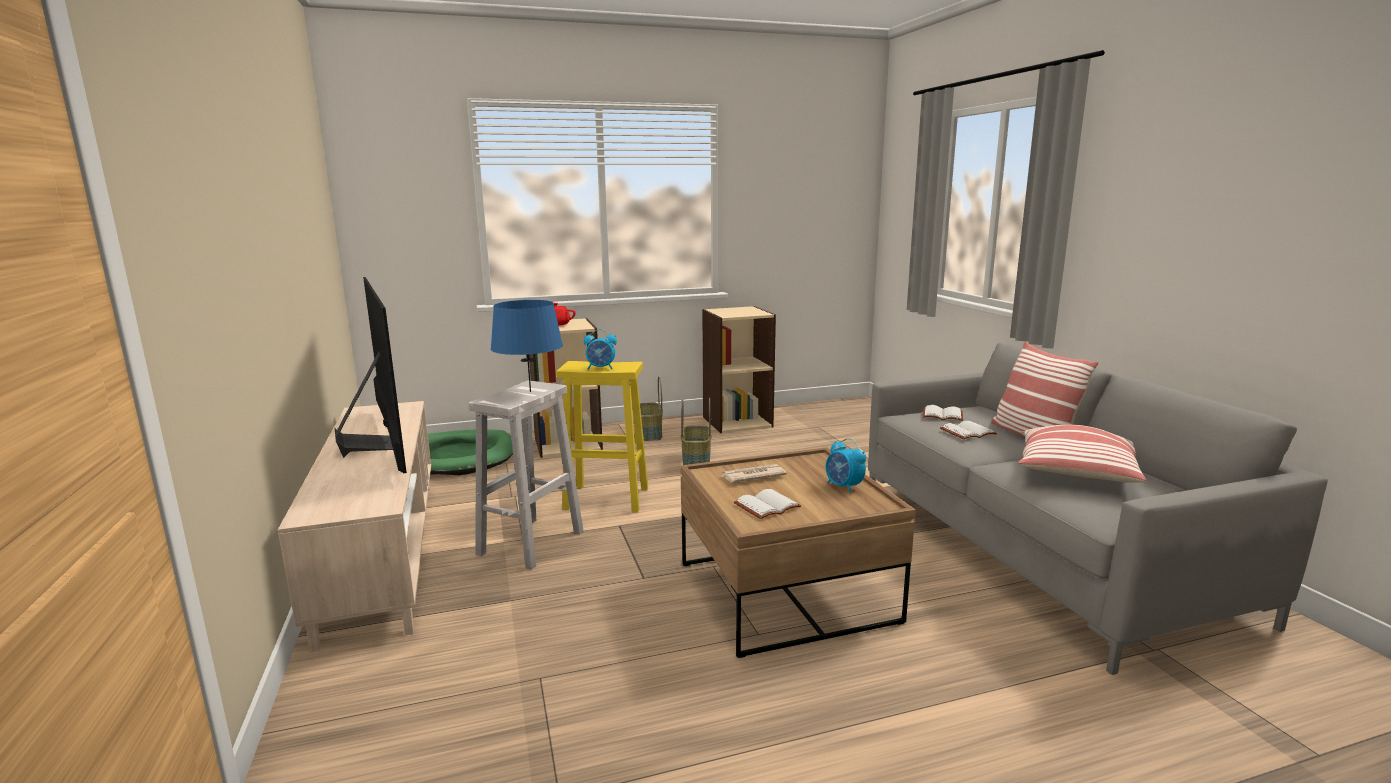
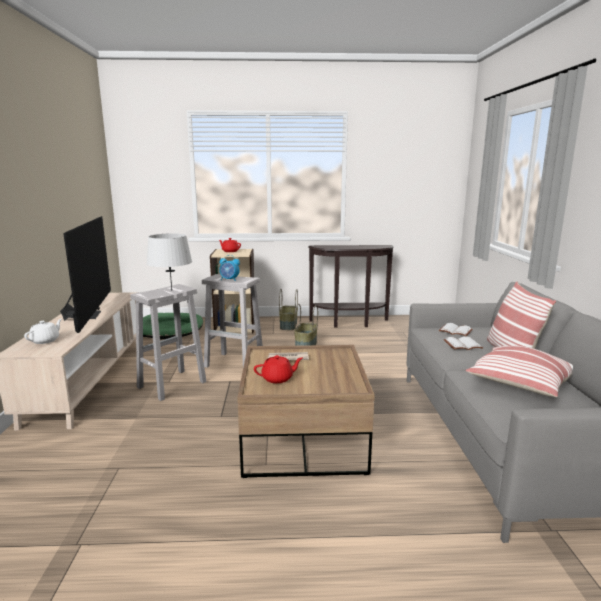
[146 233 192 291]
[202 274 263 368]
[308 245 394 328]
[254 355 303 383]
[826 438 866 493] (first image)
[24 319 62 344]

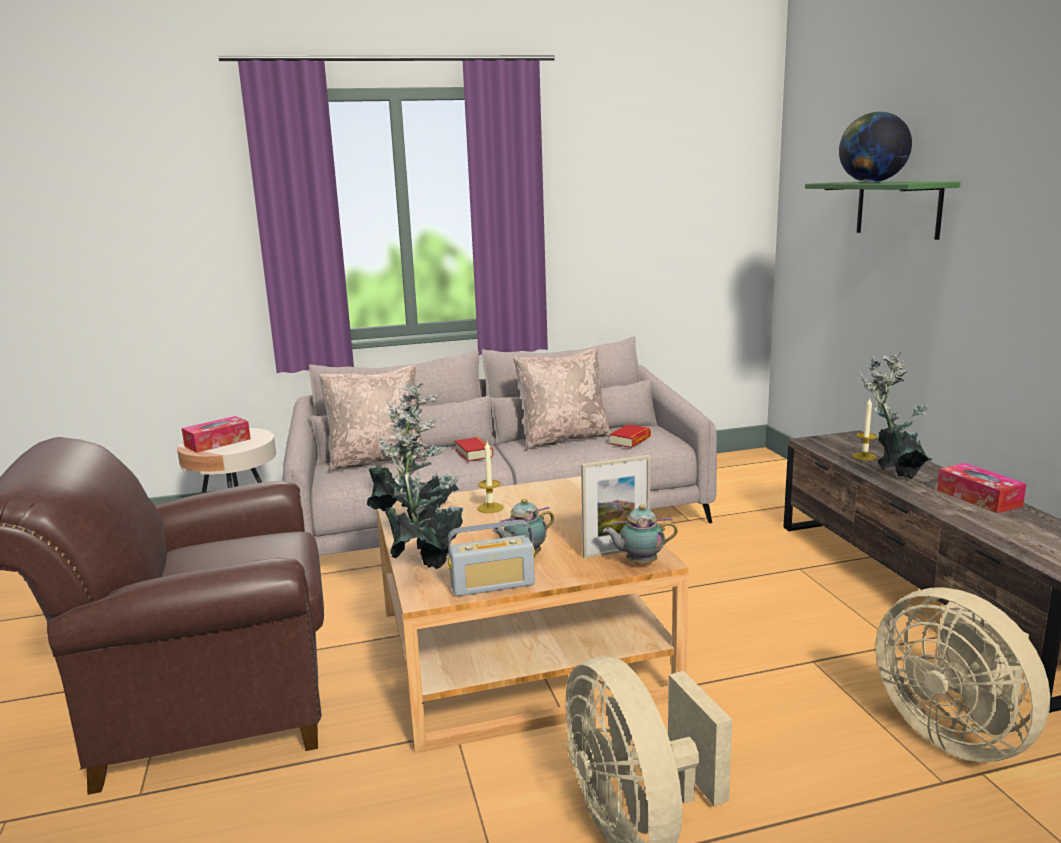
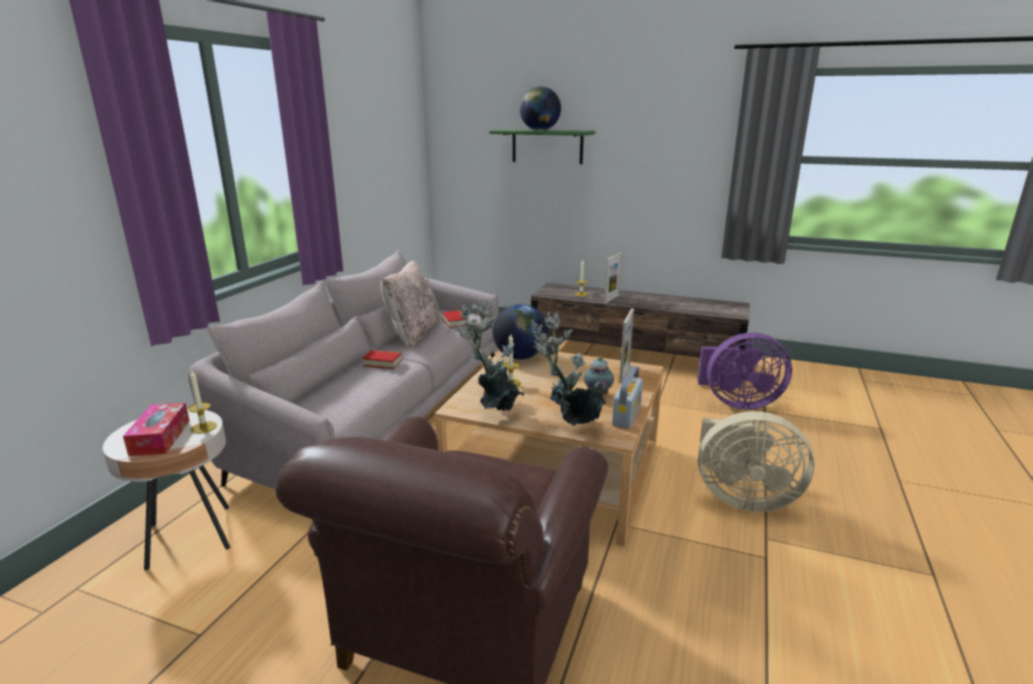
[319 365 427 472] (first image)
[603 505 678 564] (first image)
[604 253 622 303]
[697 332 792 410]
[937 463 1026 513] (first image)
[188 369 217 434]
[493 304 548 360]

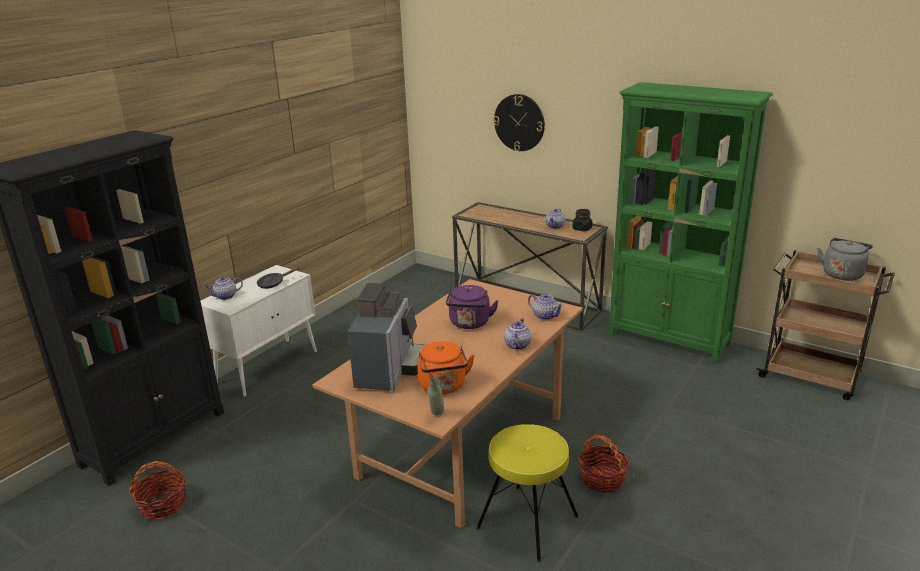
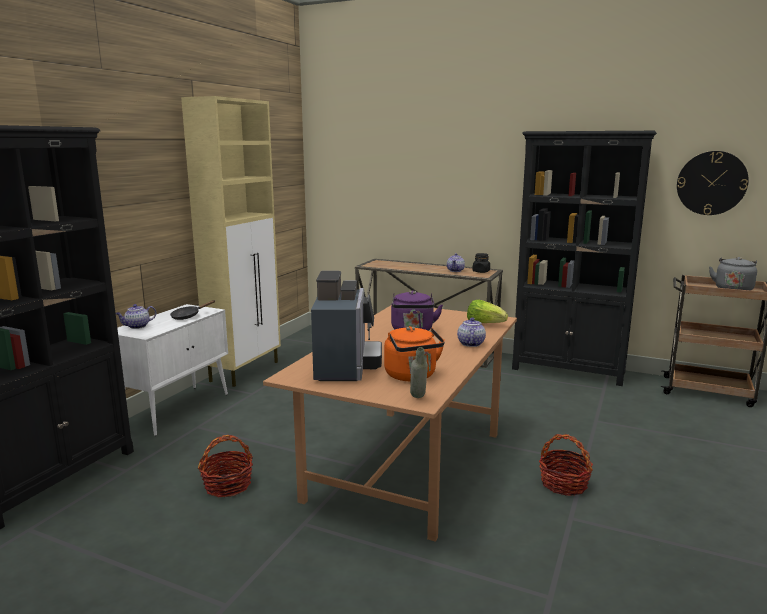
[198 435 253 497]
[476 424 579 562] (first image)
[677 151 749 215]
[467 300 508 323]
[512 131 657 386]
[181 96 281 387]

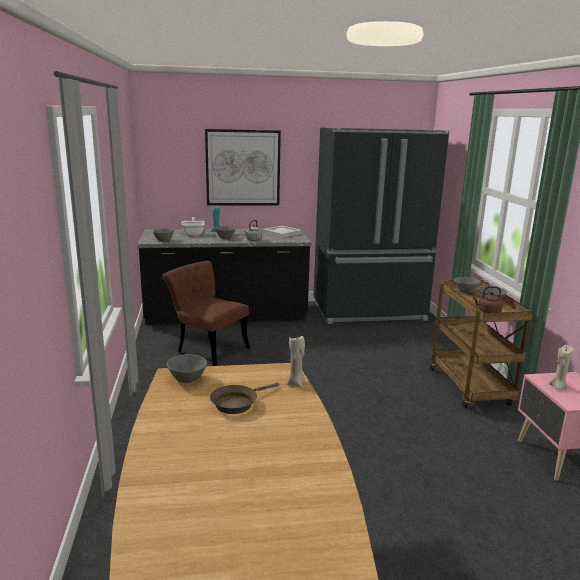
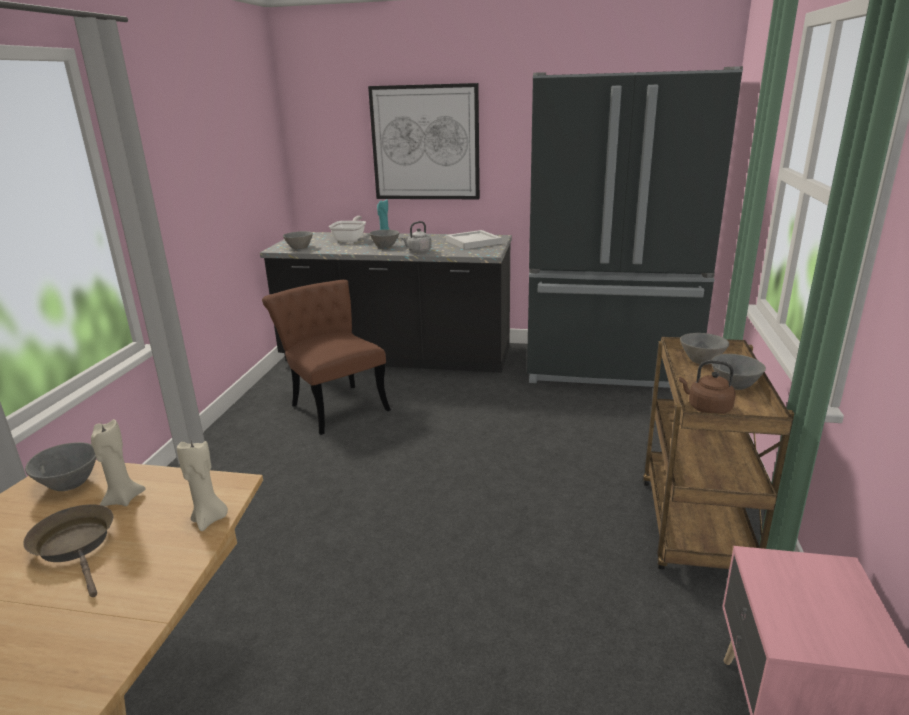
[23 504 113 597]
[91 419 145 506]

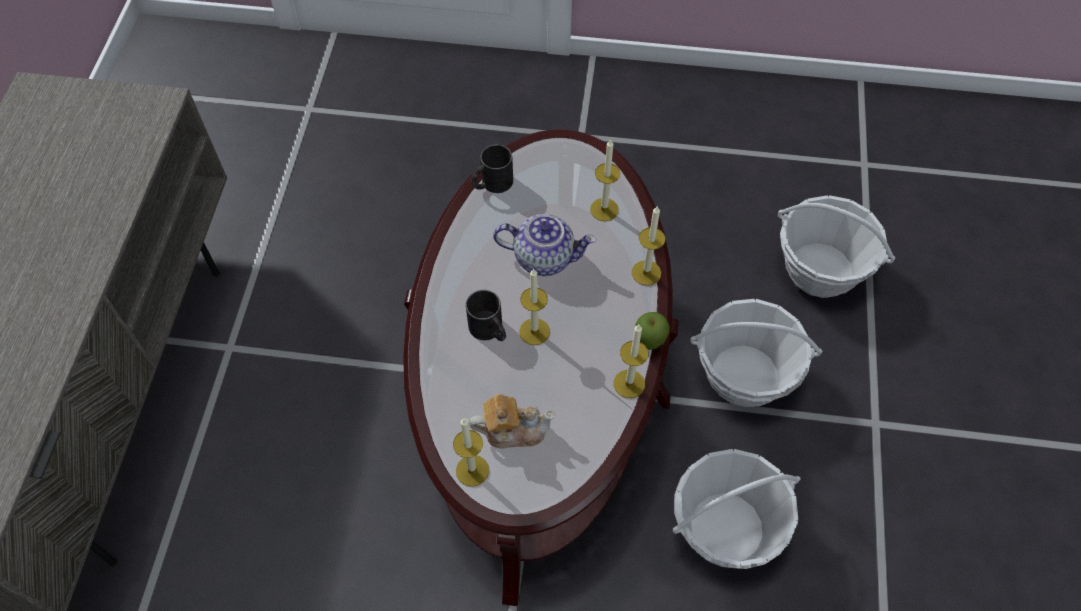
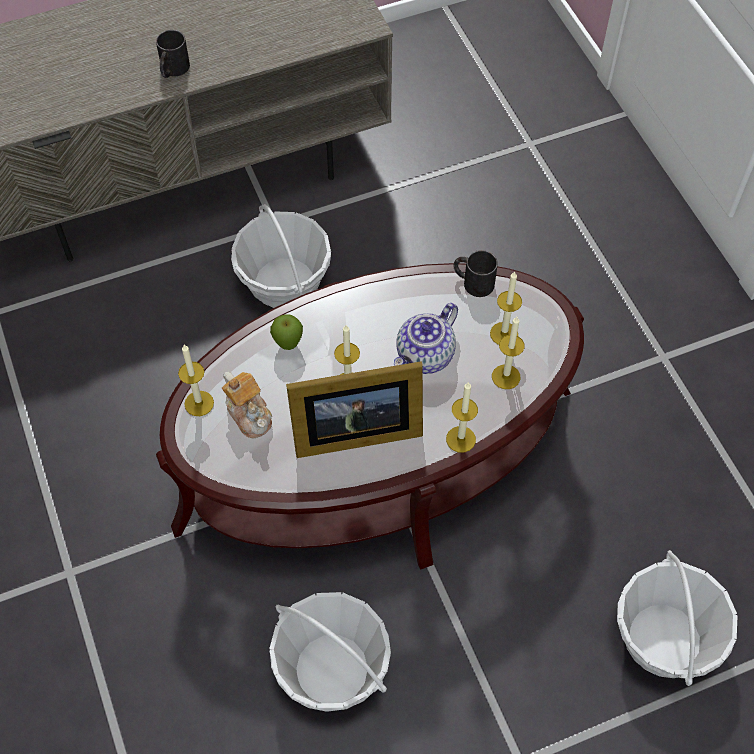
[156 30 190 78]
[394 303 458 374]
[490 271 522 345]
[270 314 303 350]
[231 204 331 308]
[286 361 423 458]

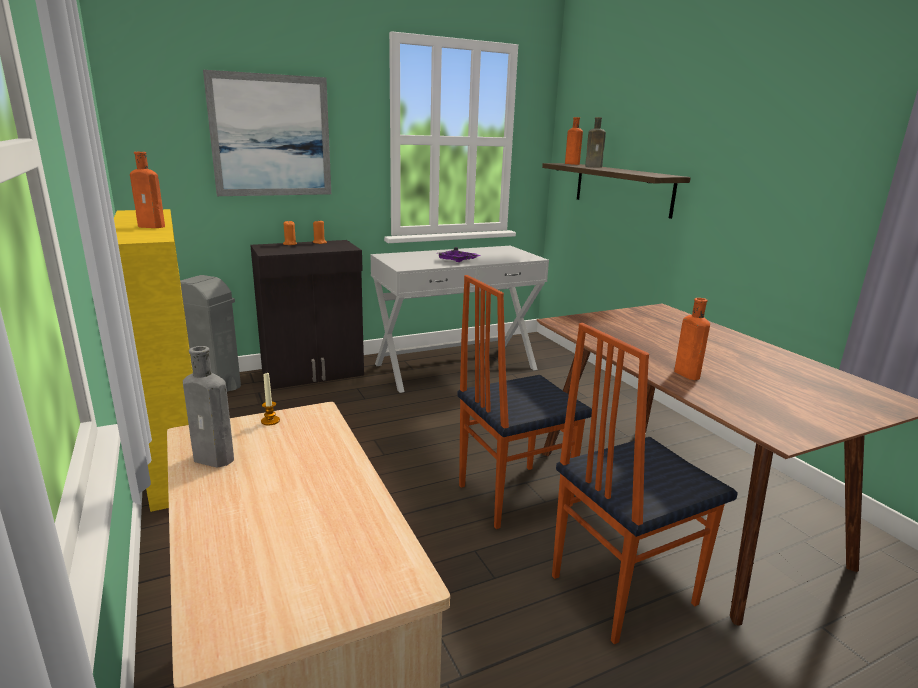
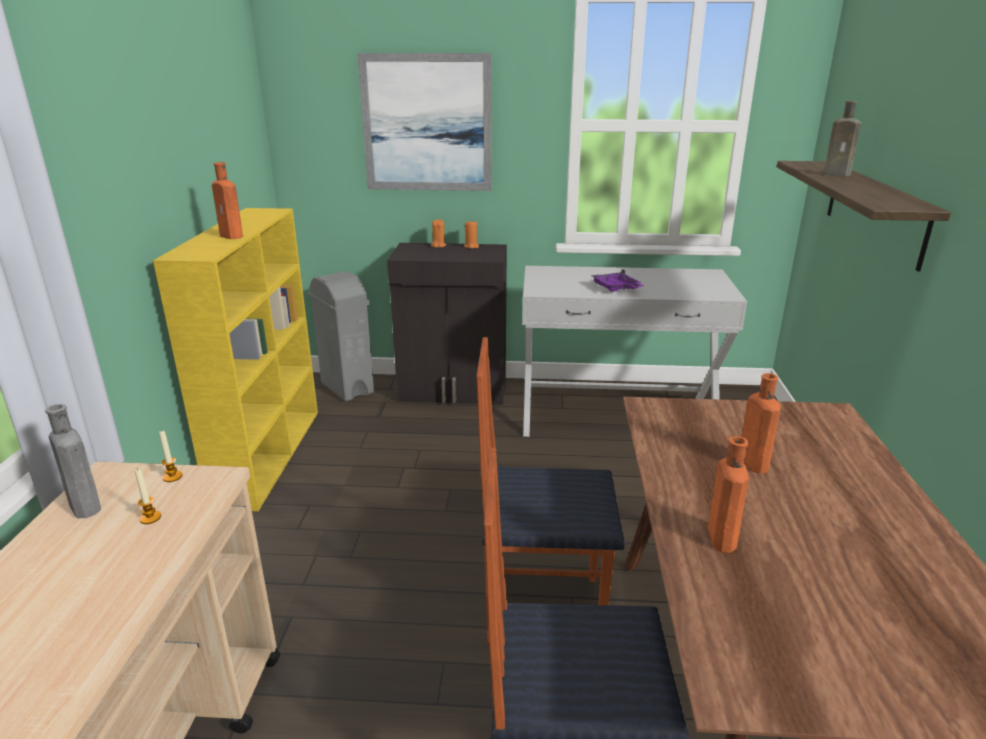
[741 373 781 474]
[135 468 161 524]

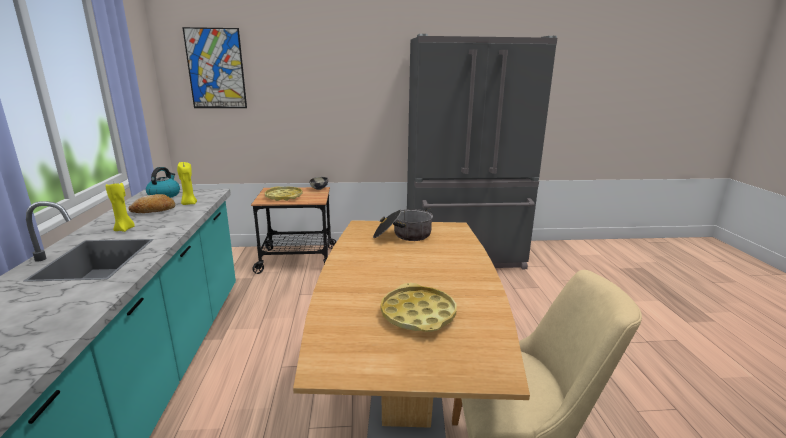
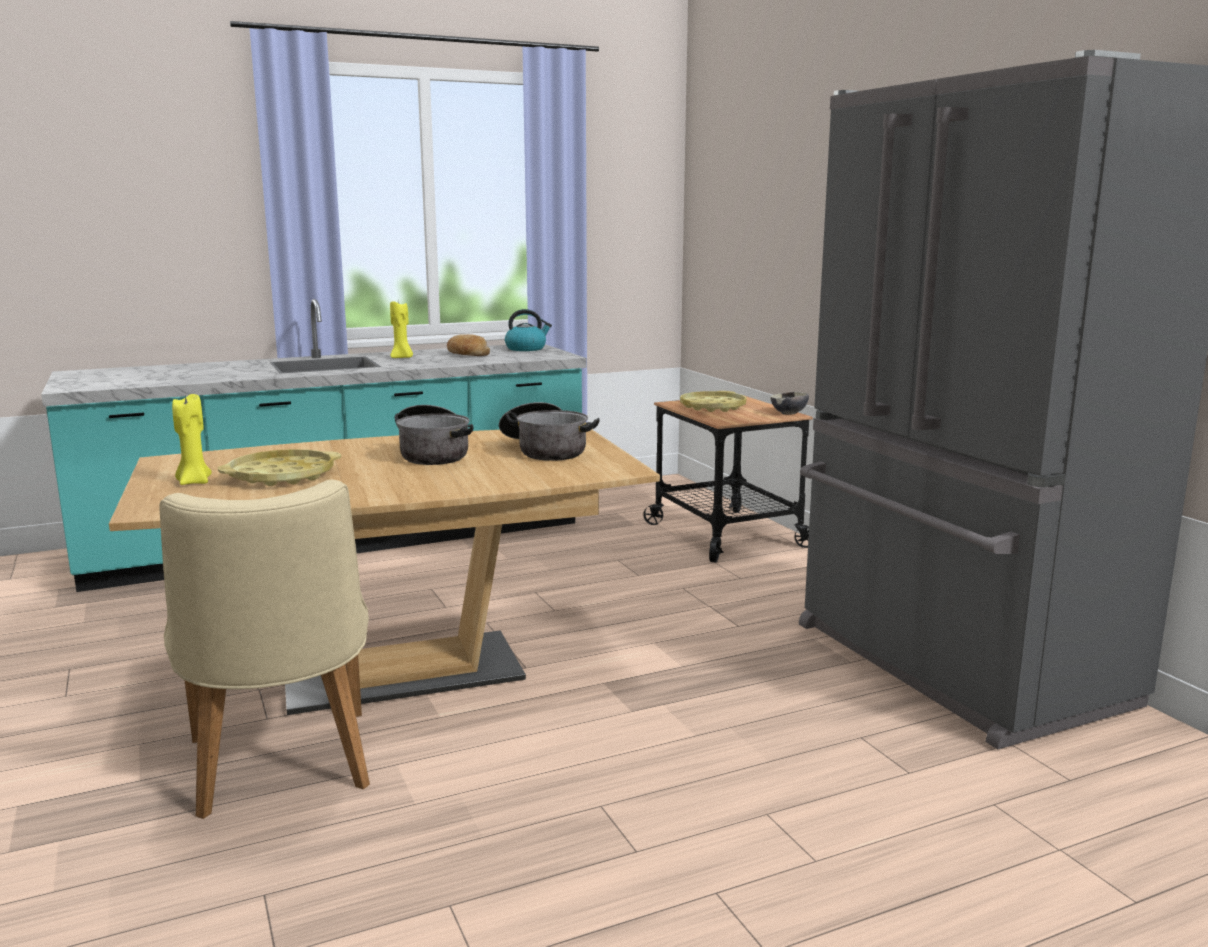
[172 394 212 485]
[182 27 247 108] (first image)
[395 405 473 465]

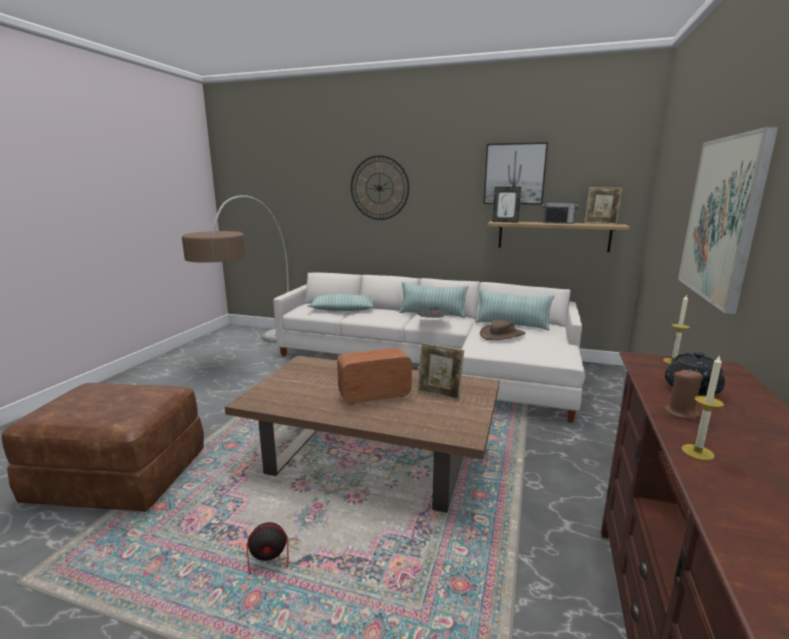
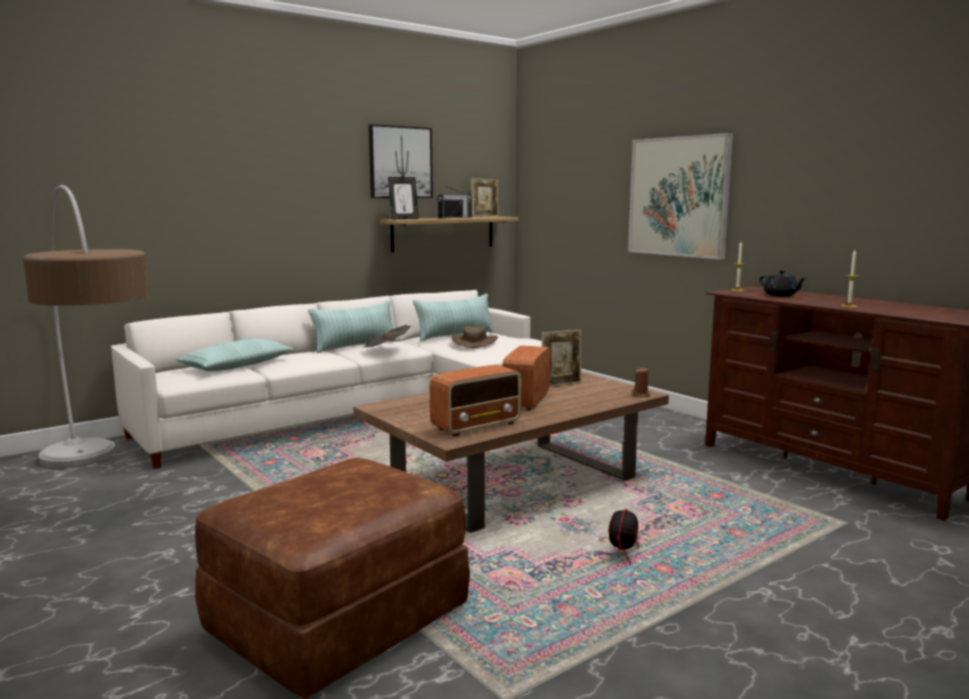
[351 155 409 220] (first image)
[632 367 650 397]
[430 365 522 436]

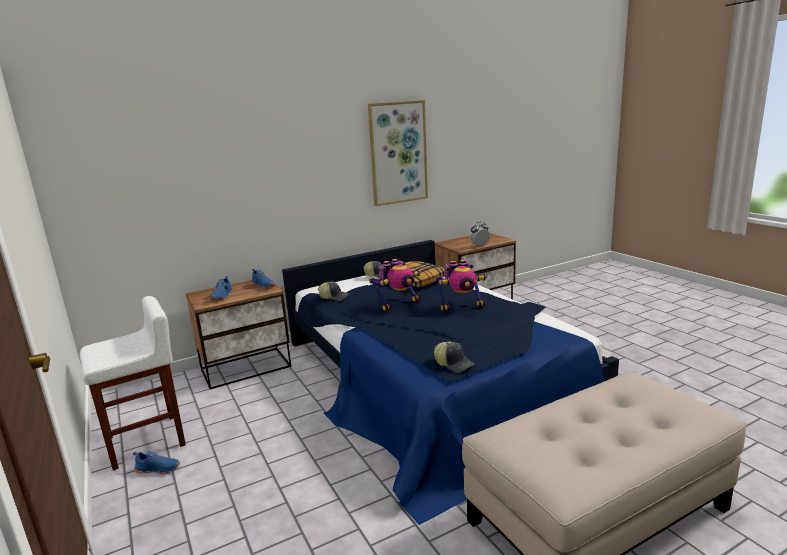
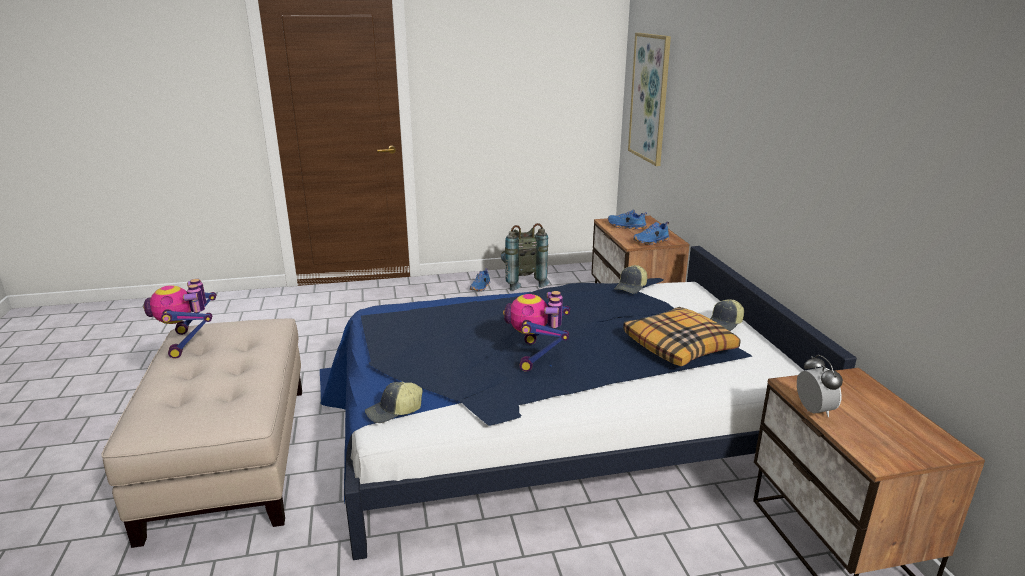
[501 223 550 291]
[628 33 671 166]
[143 279 216 359]
[365 382 423 423]

